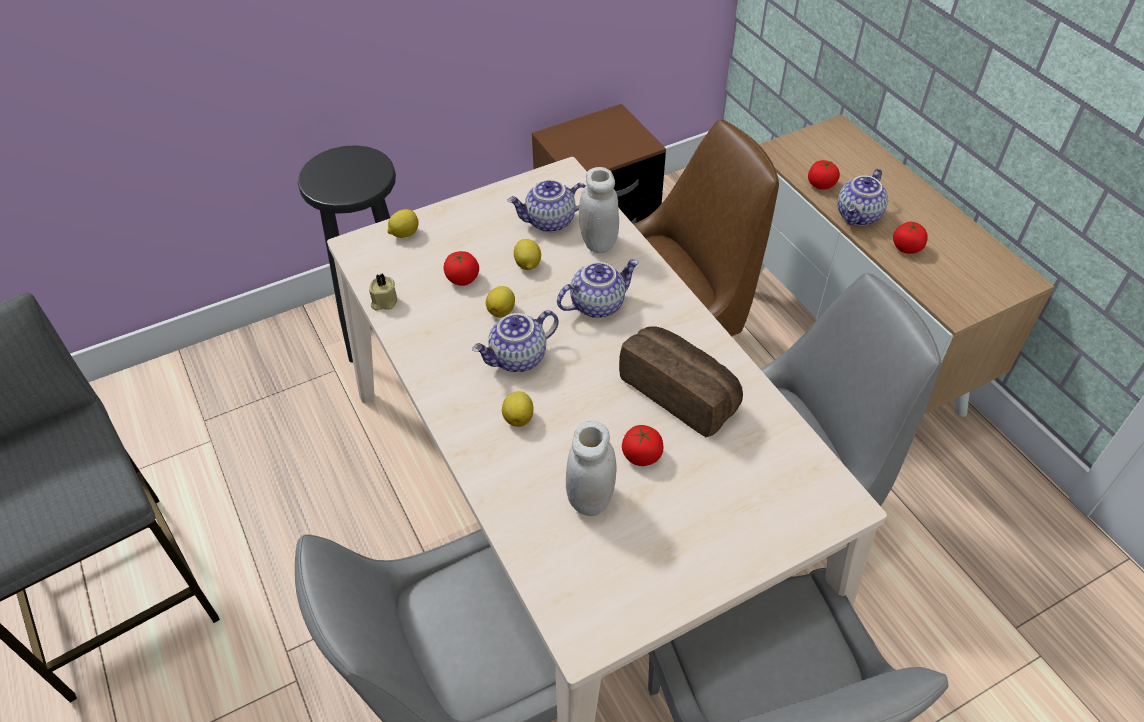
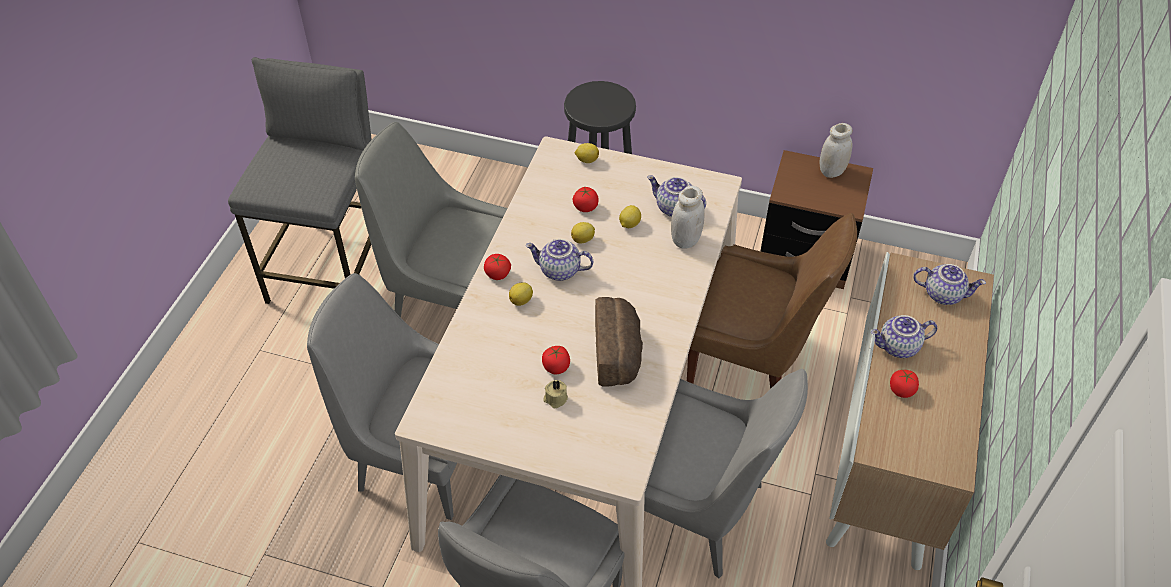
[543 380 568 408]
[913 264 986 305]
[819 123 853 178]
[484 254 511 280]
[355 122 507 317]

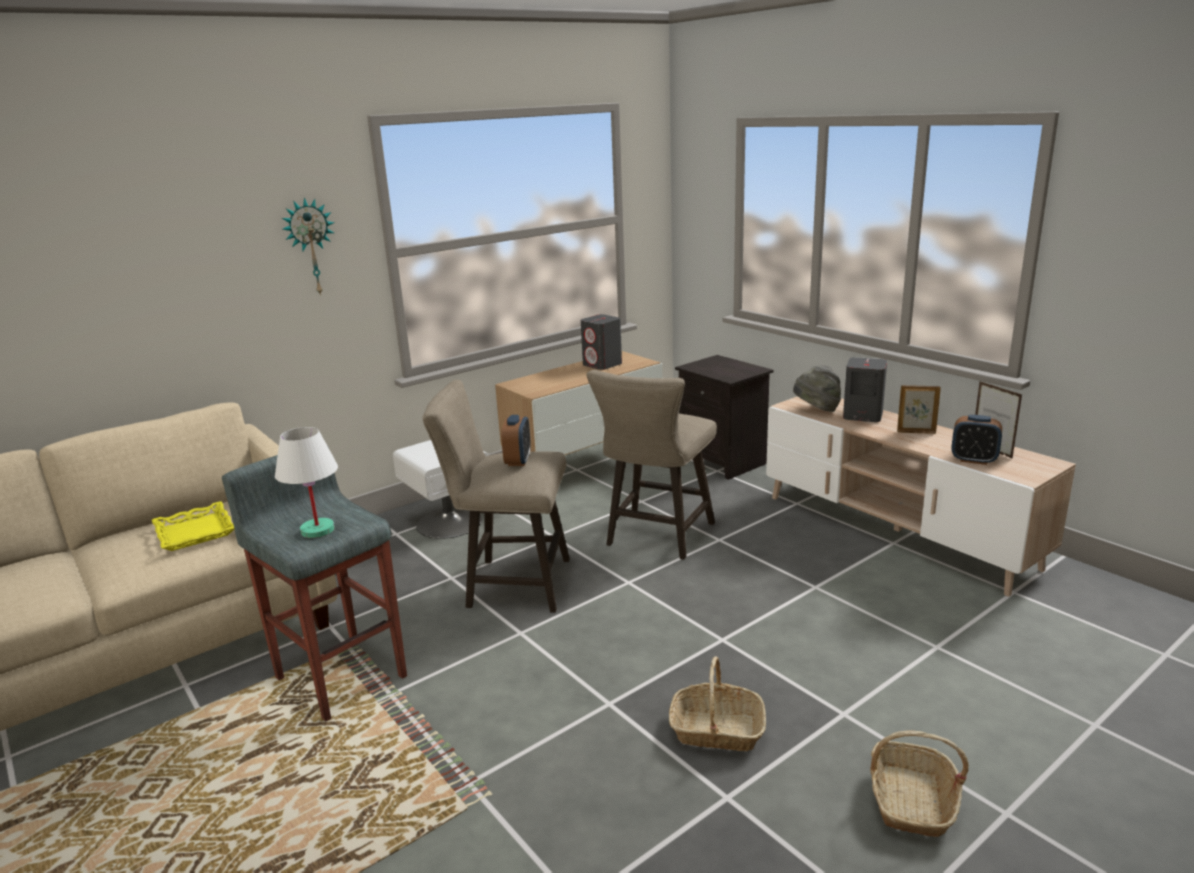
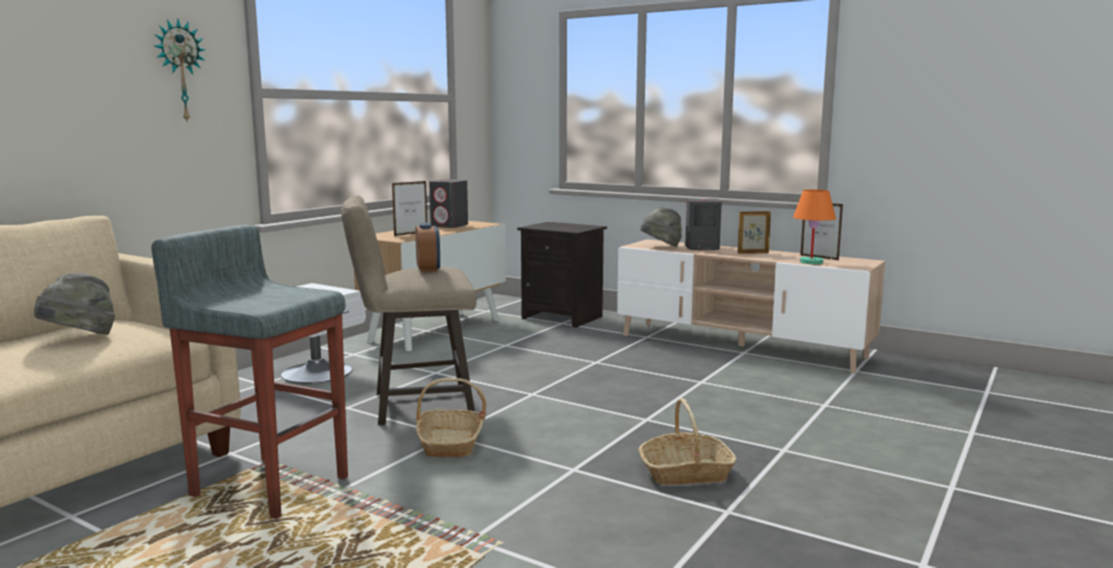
[34 273 115 335]
[275 427 338 538] (first image)
[587 370 717 560] (first image)
[416 377 486 457]
[793 189 836 264]
[392 181 427 236]

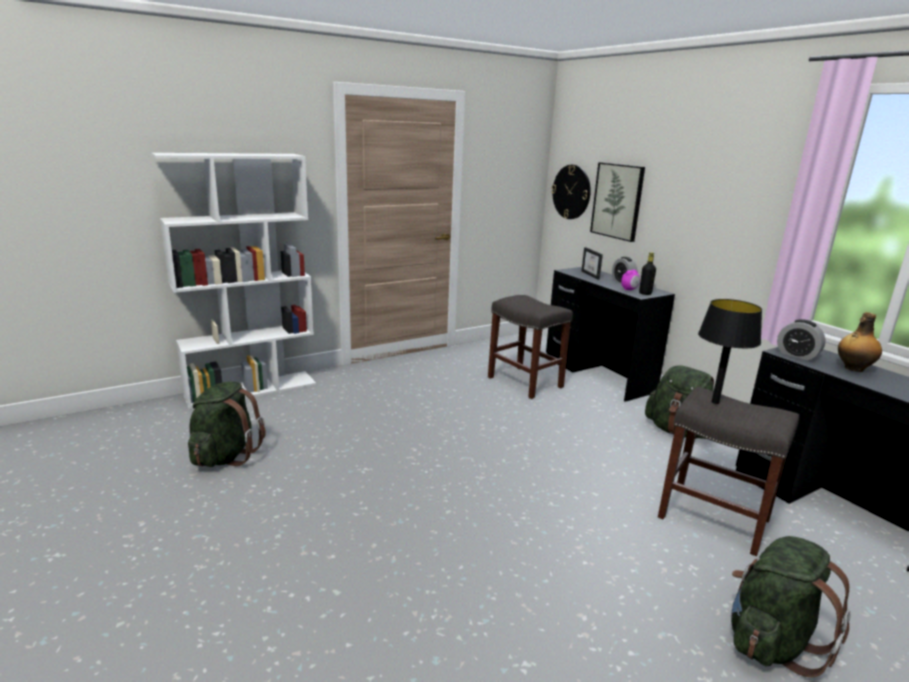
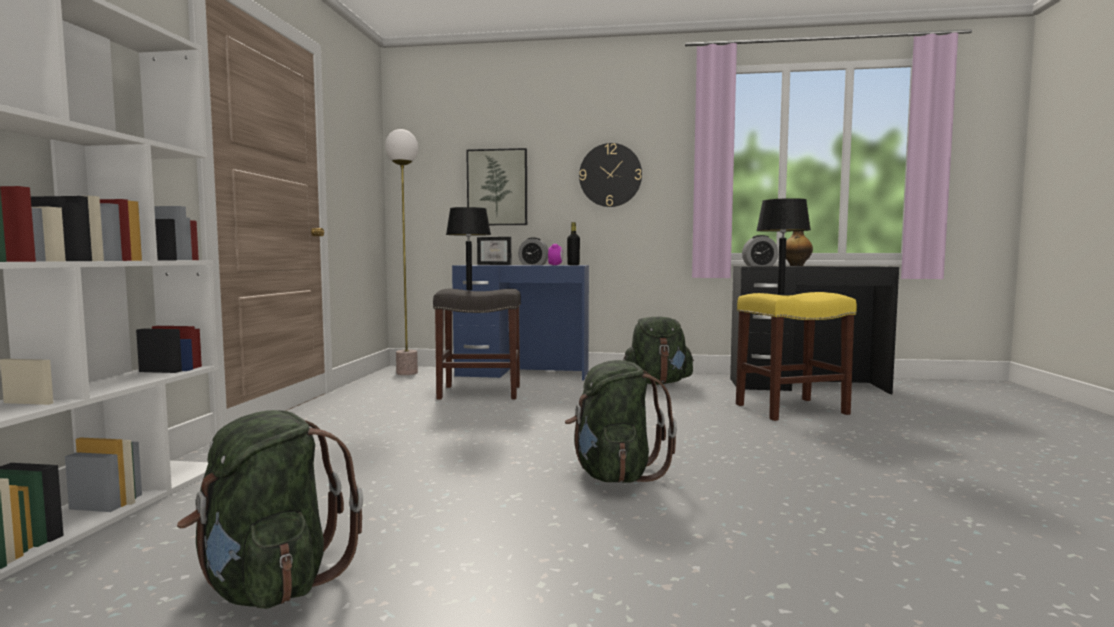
[452 265 589 381]
[579 143 642 207]
[736 292 857 421]
[565 360 677 483]
[385 129 418 375]
[446 207 491 290]

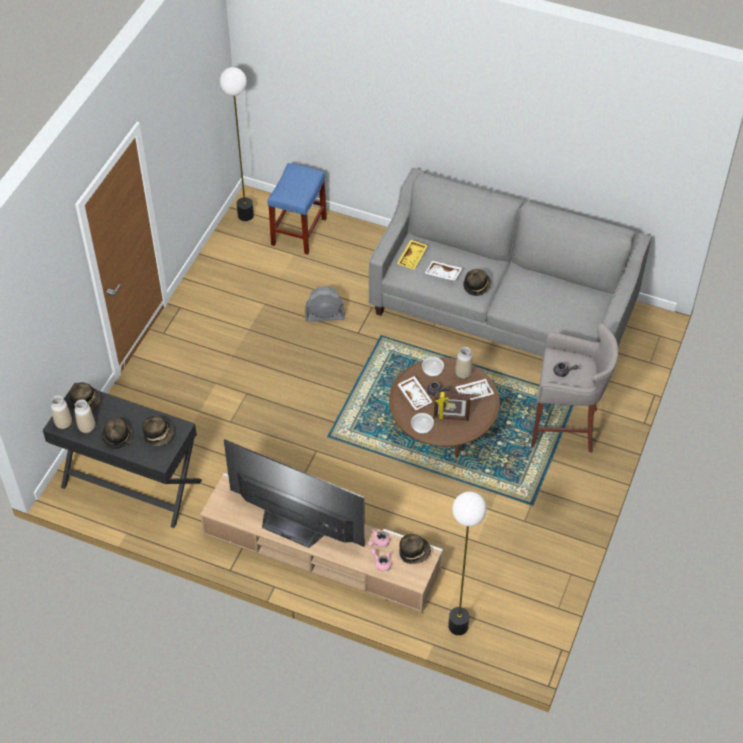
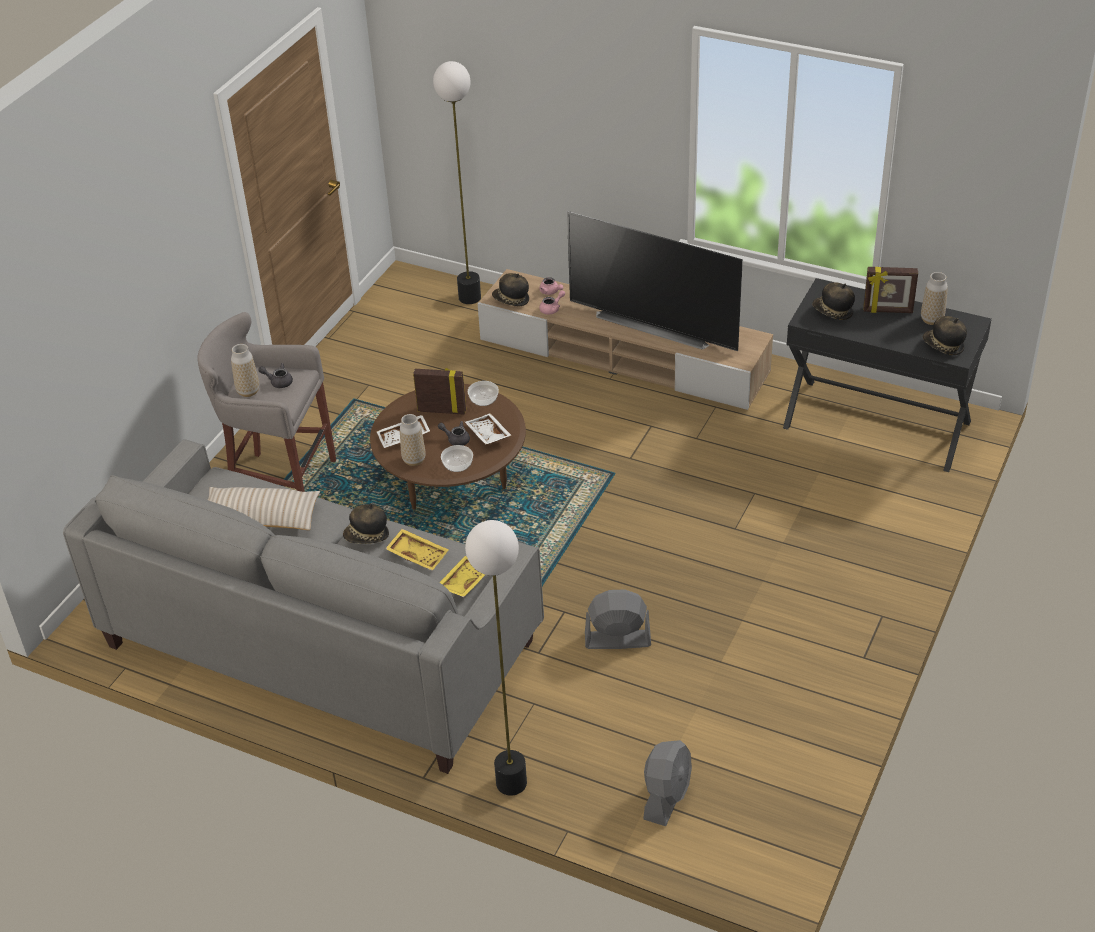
[231 344 259 397]
[863 267 918 313]
[465 520 527 796]
[643 740 692 826]
[385 529 449 571]
[208 487 320 530]

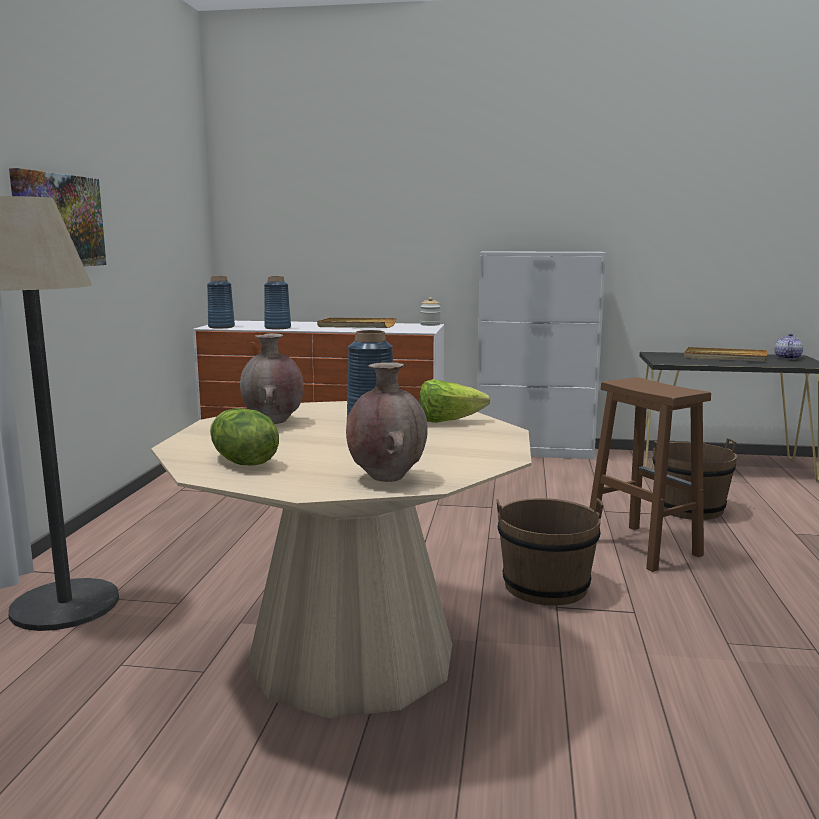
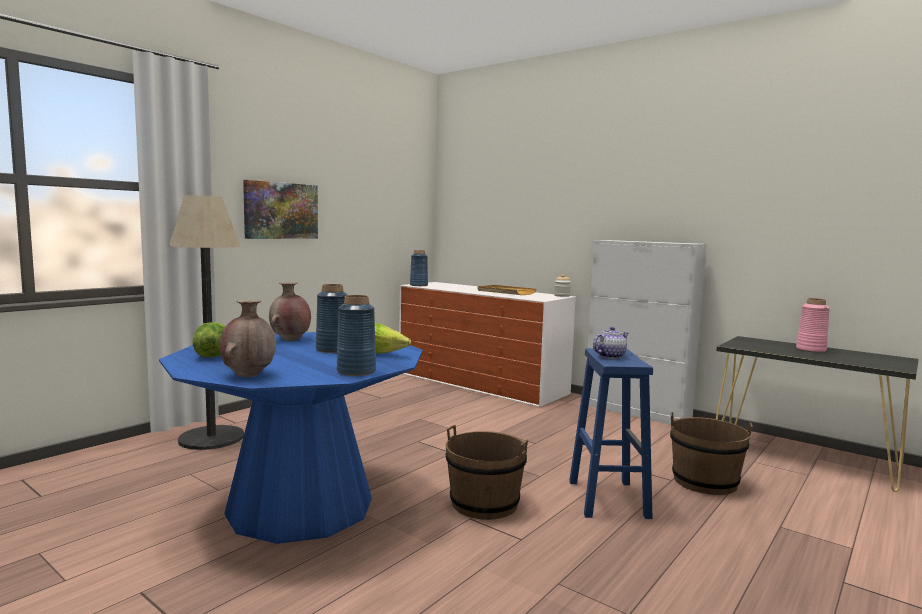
[159 332 423 544]
[337 295 376 376]
[569 348 653 519]
[796 298 830 353]
[593 327 629 359]

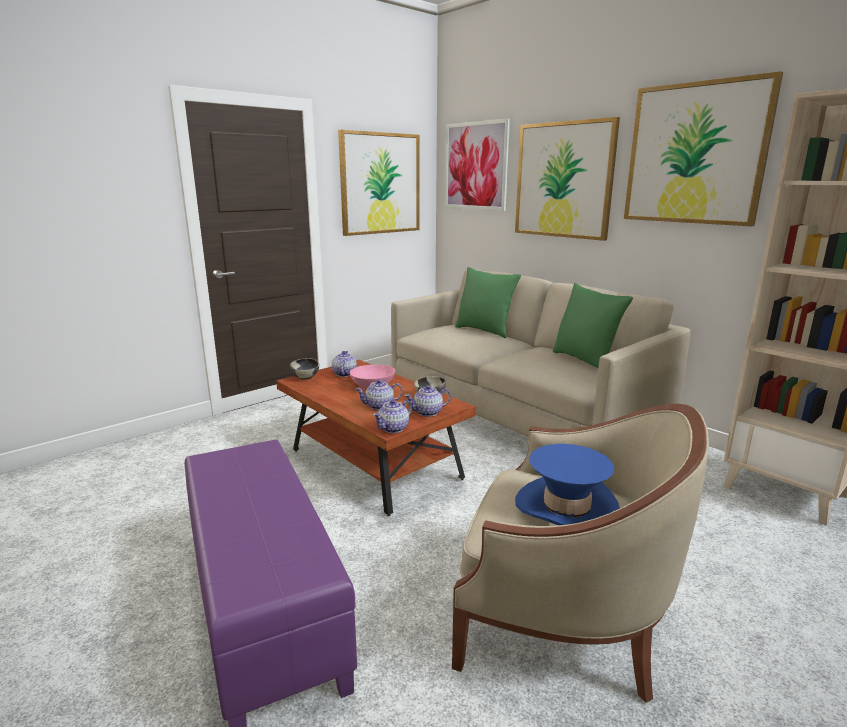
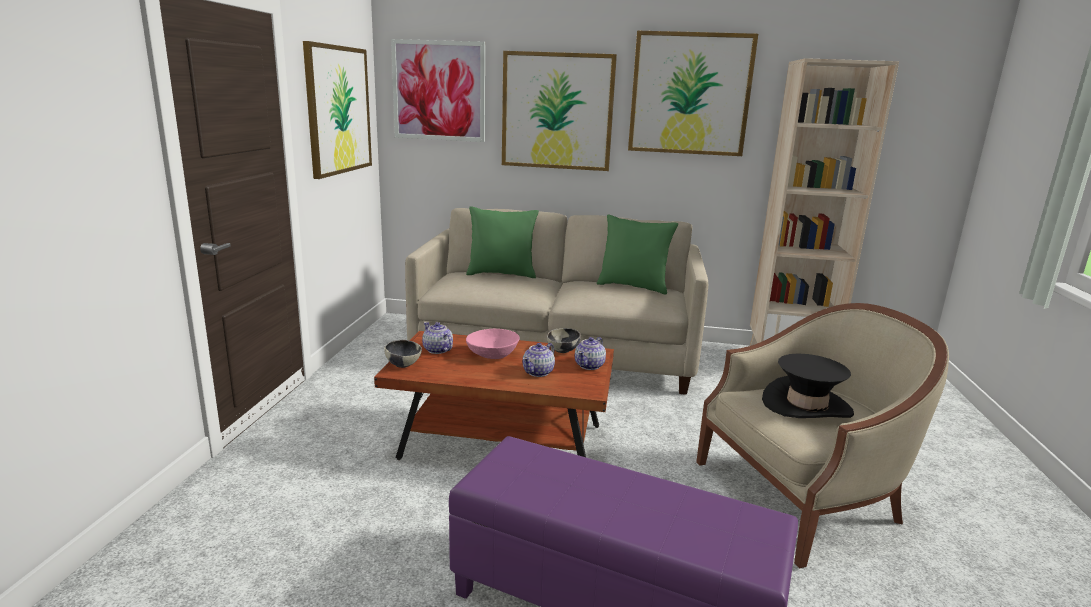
[373 400 412 433] (first image)
[762 354 854 418]

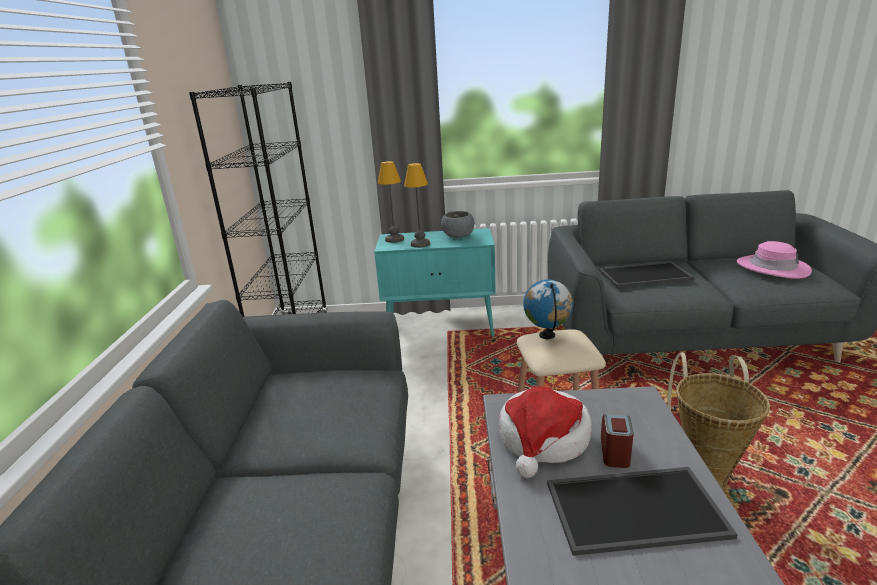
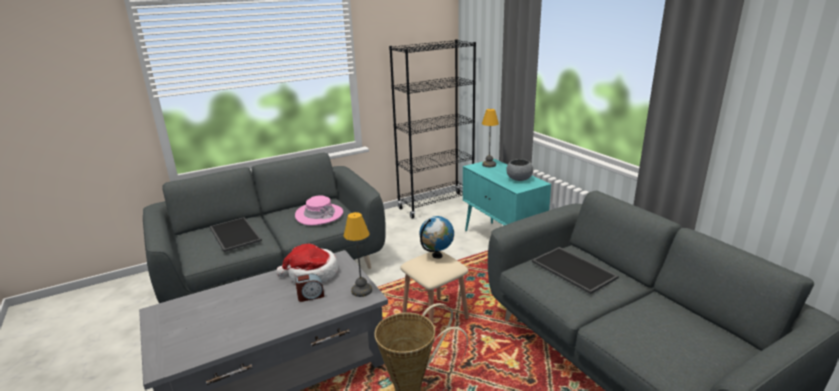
[344 212 372 297]
[209 217 262 252]
[295 195 343 226]

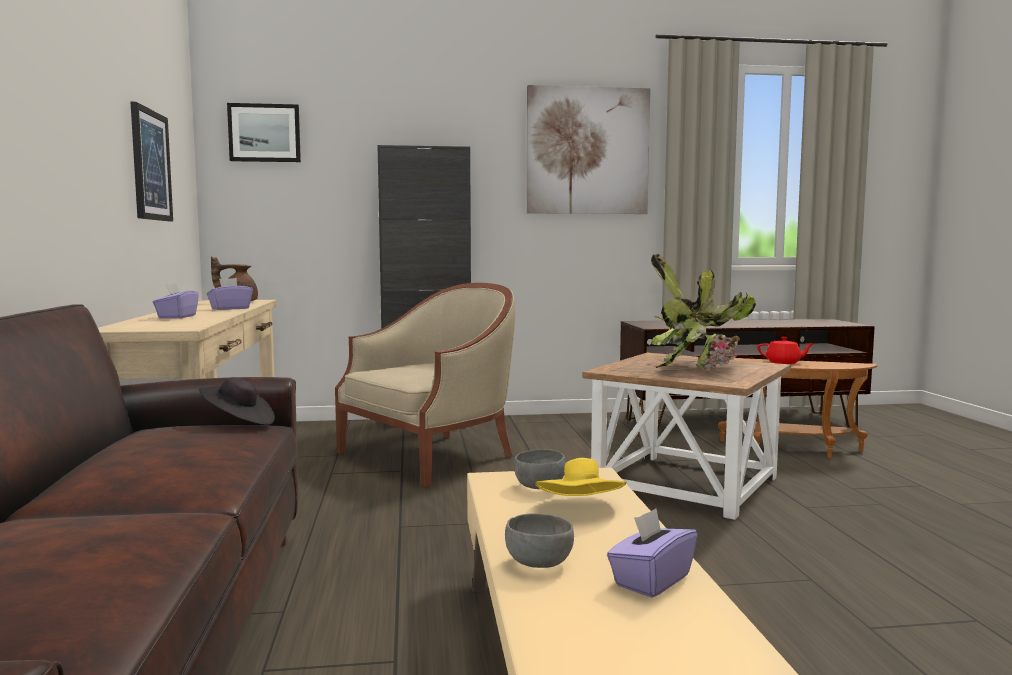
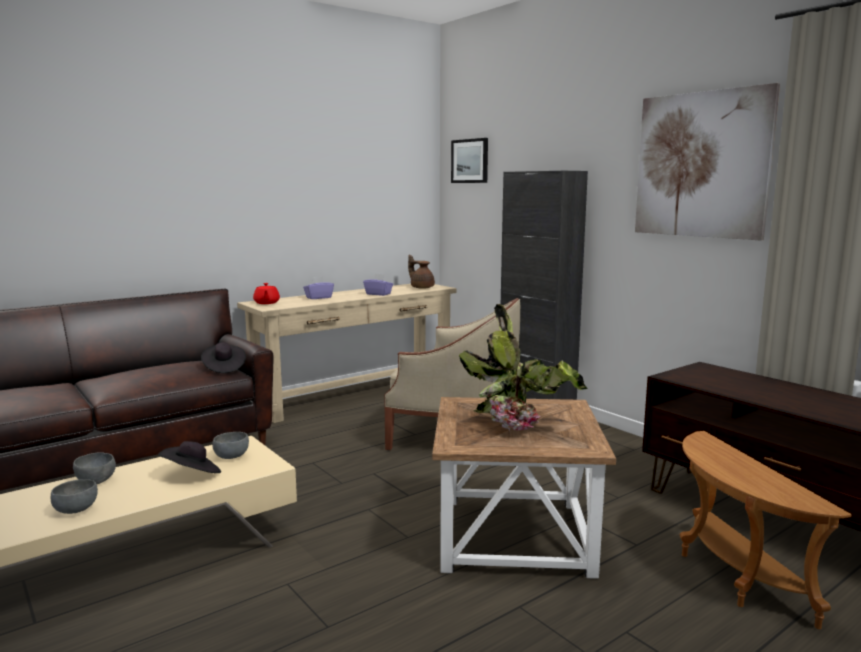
[131 102 173 221] (first image)
[158 441 221 473]
[51 479 98 514]
[253 283 280 304]

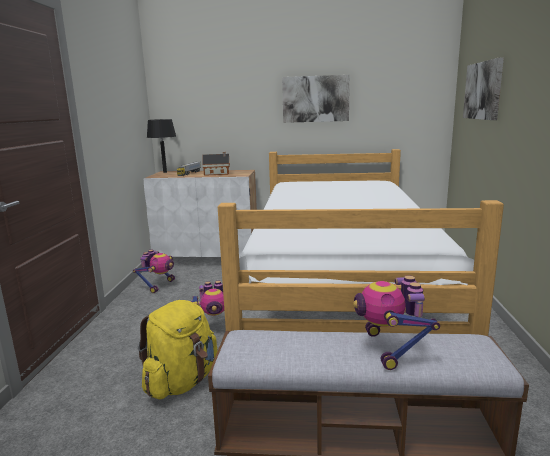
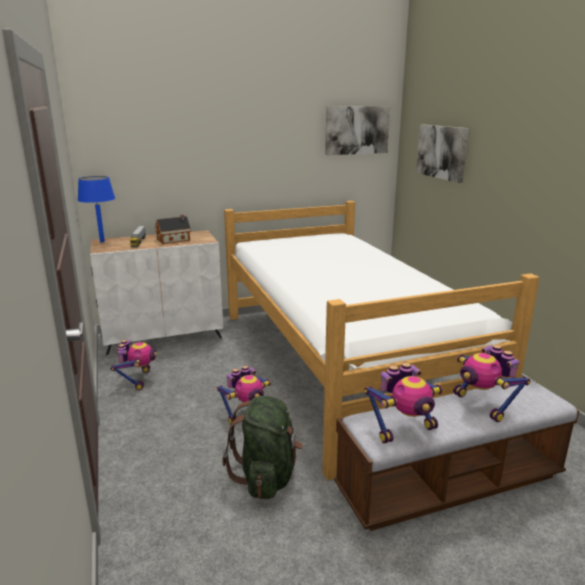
[222 396 303 499]
[78 176 115 242]
[325 106 390 155]
[364 362 442 444]

